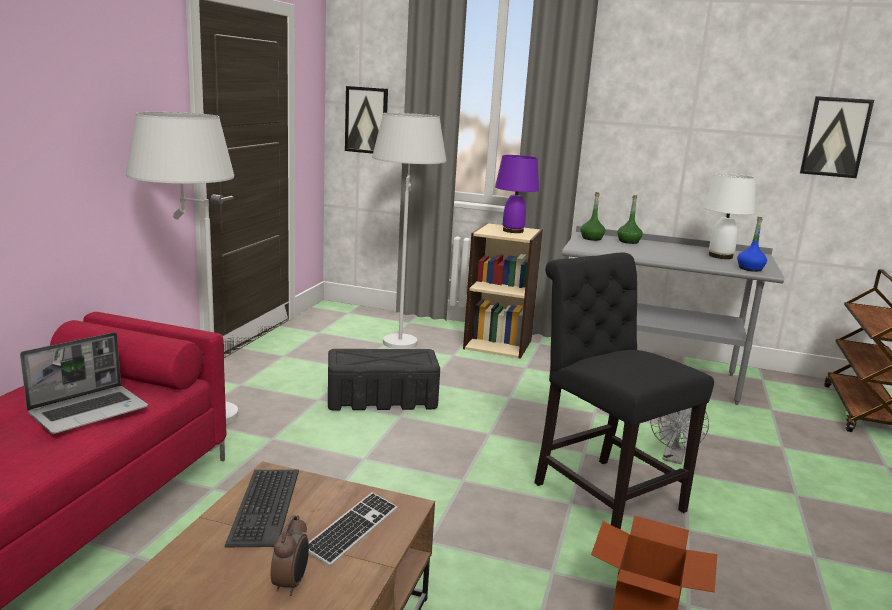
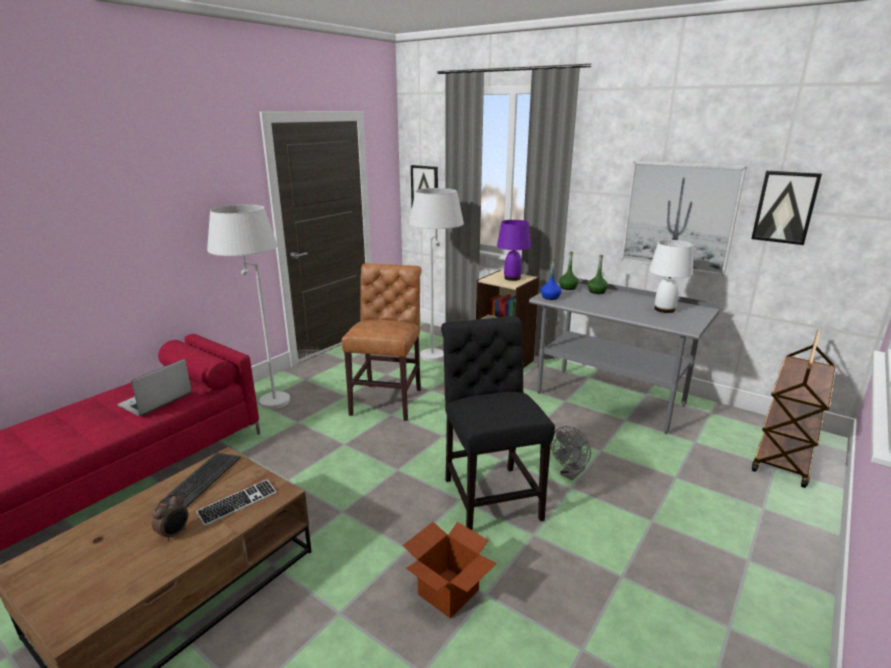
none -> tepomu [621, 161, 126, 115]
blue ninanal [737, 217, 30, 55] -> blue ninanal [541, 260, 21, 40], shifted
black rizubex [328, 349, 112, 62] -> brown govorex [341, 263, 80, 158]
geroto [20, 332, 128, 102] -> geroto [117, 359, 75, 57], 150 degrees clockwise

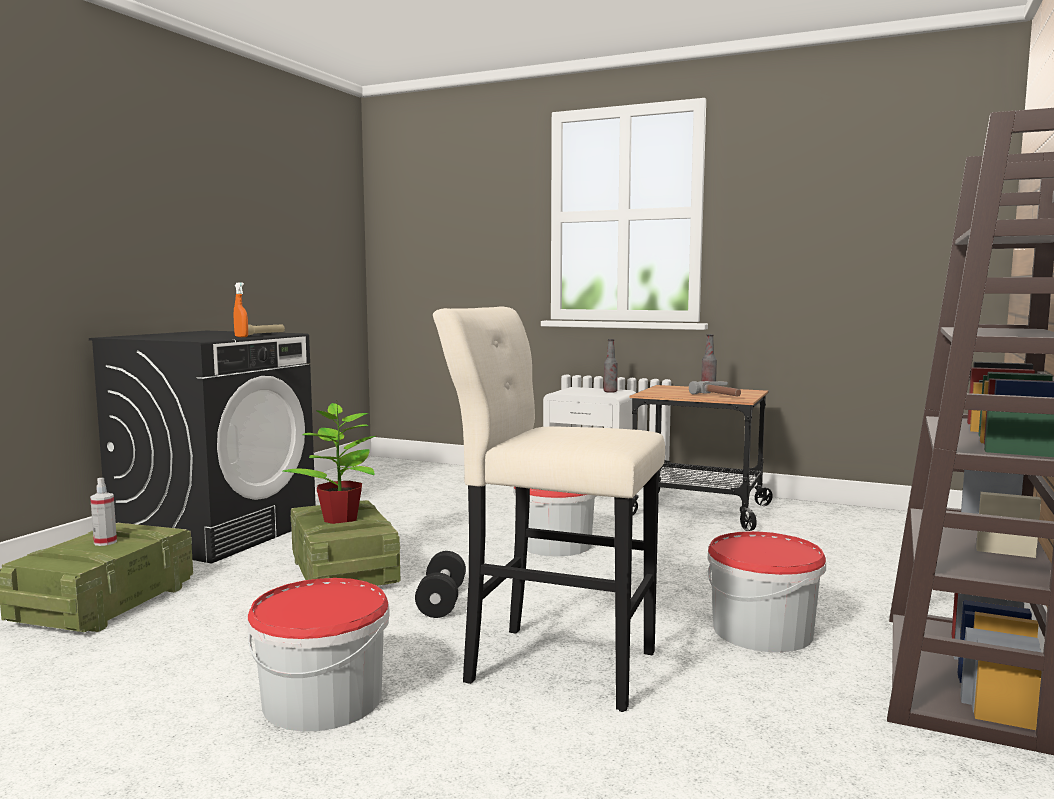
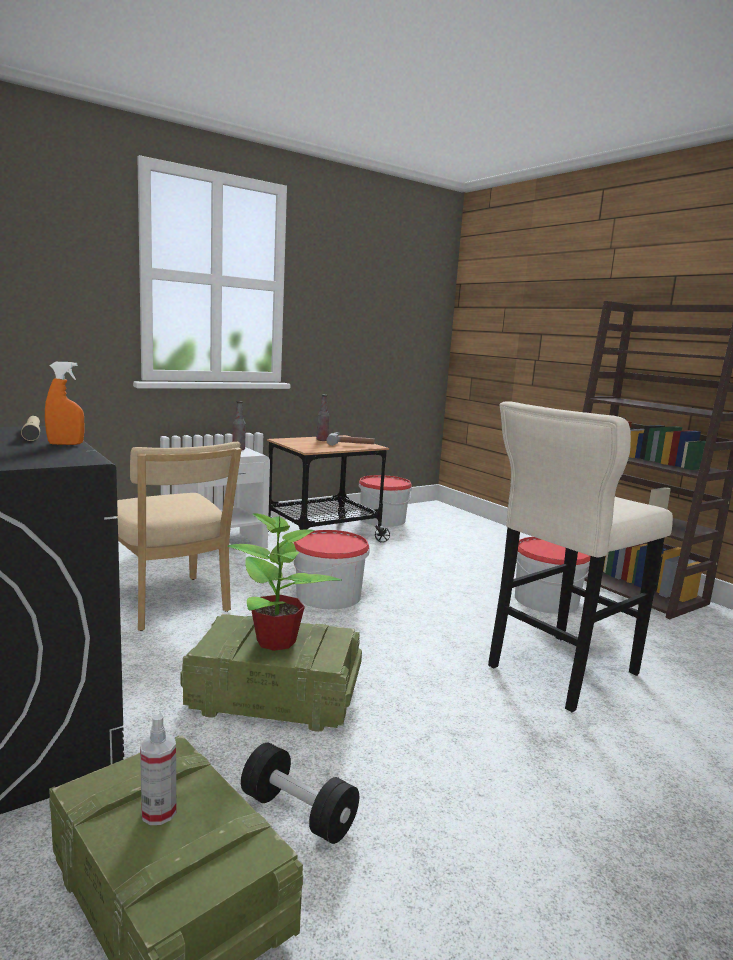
none -> beige govorex [116, 442, 126, 189]
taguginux [248, 578, 142, 154] -> taguginux [359, 475, 53, 52], shifted
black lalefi [415, 551, 51, 67] -> black lalefi [241, 743, 118, 101], shifted

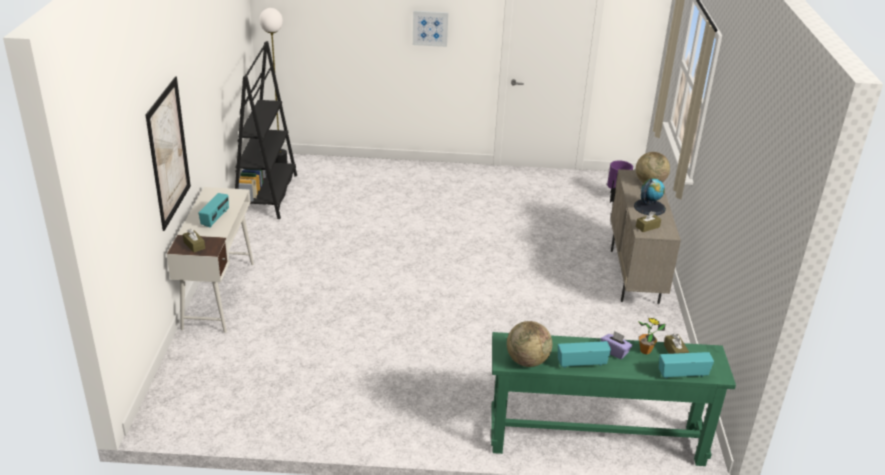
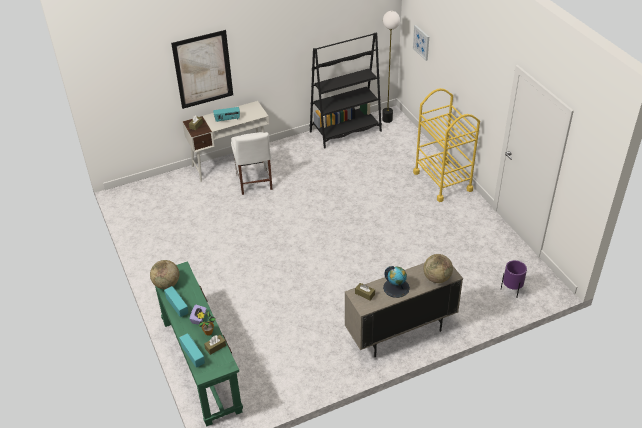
none -> white govorex [231, 132, 42, 63]
none -> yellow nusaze [413, 88, 67, 114]
tepomu [413, 11, 35, 36] -> tepomu [413, 25, 16, 36], shifted

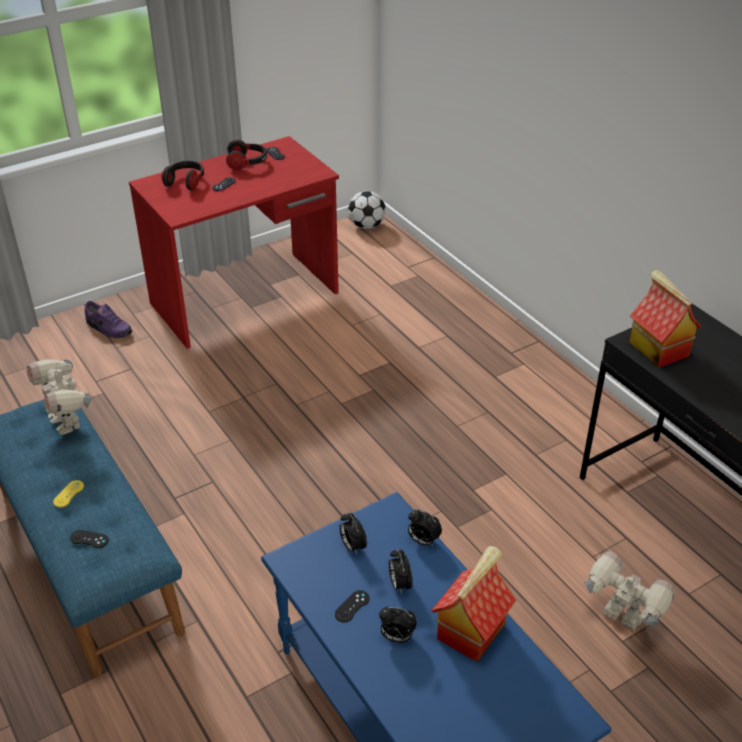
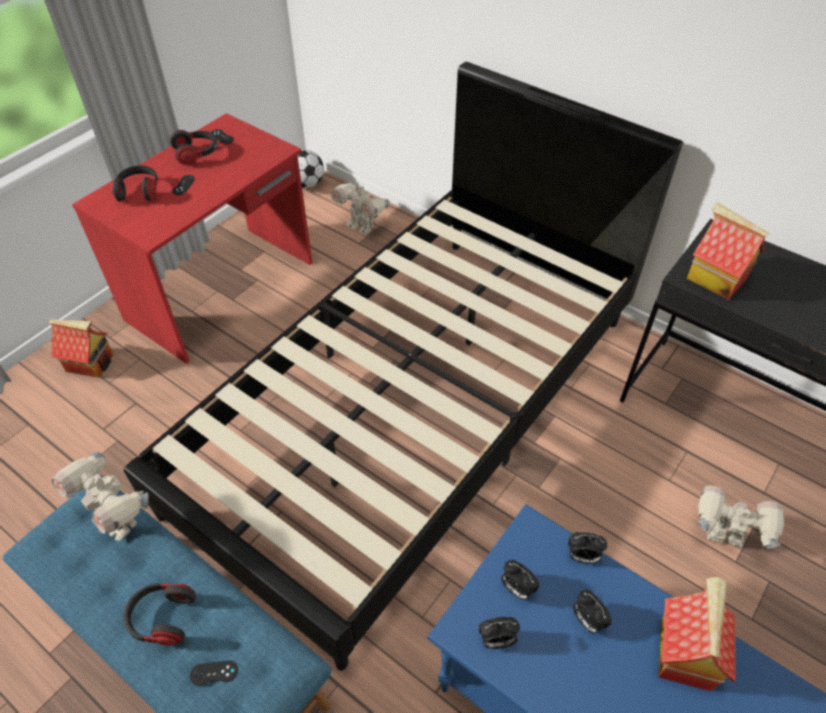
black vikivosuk [335, 590, 34, 33] -> none
none -> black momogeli [124, 62, 559, 609]
none -> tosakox [331, 182, 58, 52]
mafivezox [379, 607, 38, 36] -> mafivezox [478, 617, 42, 32], shifted
yellow vikivosuk [53, 480, 31, 27] -> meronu [123, 583, 73, 63]
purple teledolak [85, 301, 47, 37] -> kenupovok [48, 319, 66, 59]

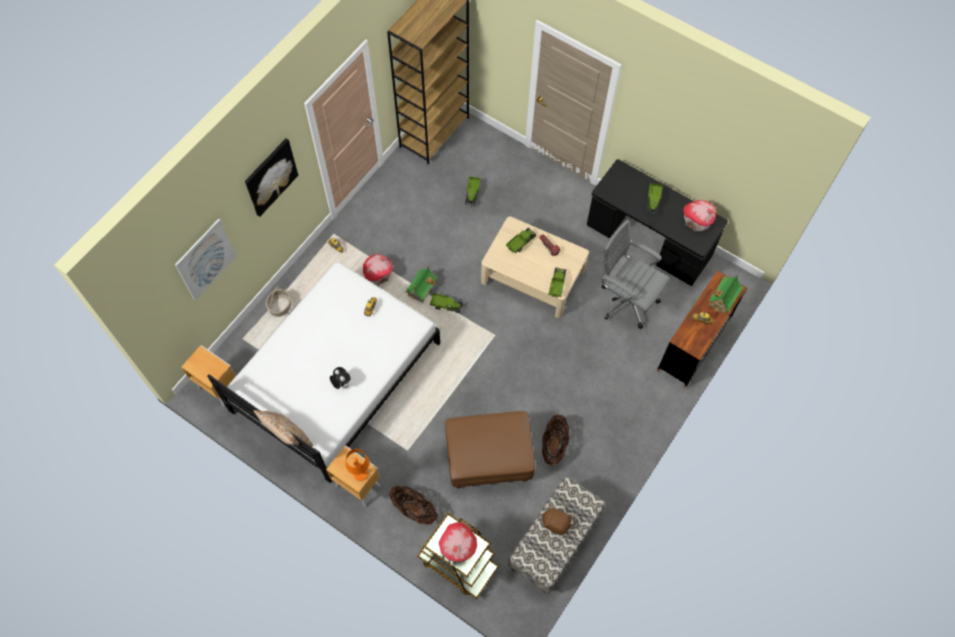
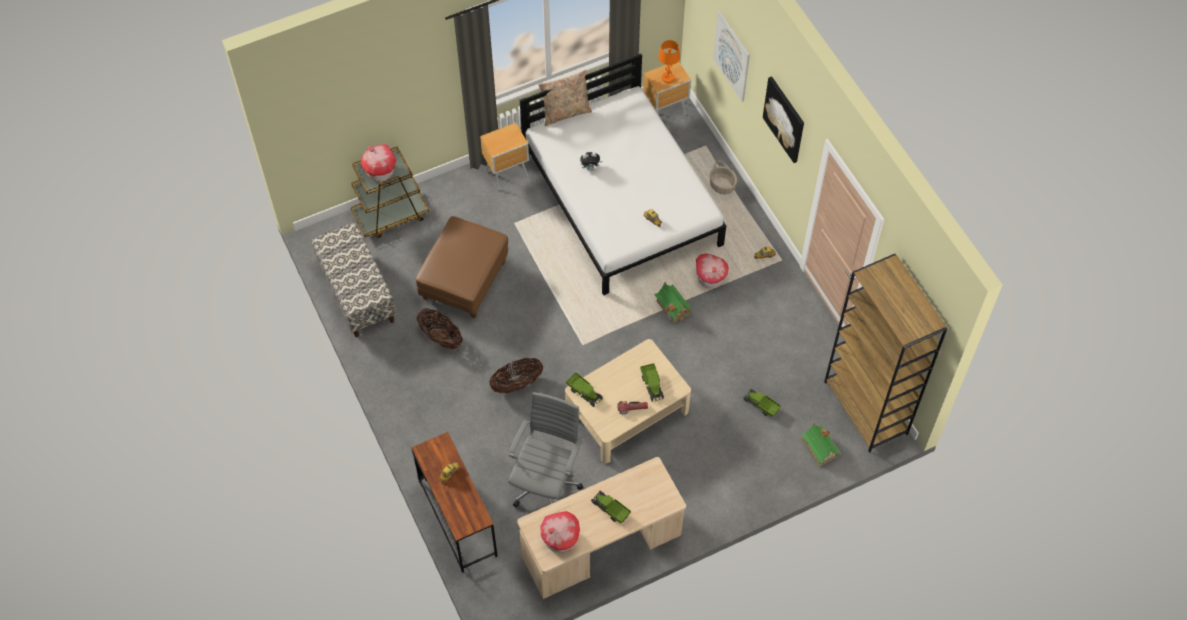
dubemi [430, 293, 34, 21] -> none
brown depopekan [542, 505, 30, 30] -> none
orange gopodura [345, 449, 24, 32] -> orange gopodura [658, 40, 22, 43], shifted
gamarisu [389, 485, 48, 40] -> gamarisu [489, 358, 54, 35], shifted
kenupovok [709, 276, 35, 38] -> kenupovok [801, 423, 39, 43], shifted
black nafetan [587, 159, 141, 127] -> beige nafetan [517, 457, 169, 142]
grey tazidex [602, 219, 67, 110] -> grey tazidex [508, 392, 75, 115], 45 degrees counterclockwise

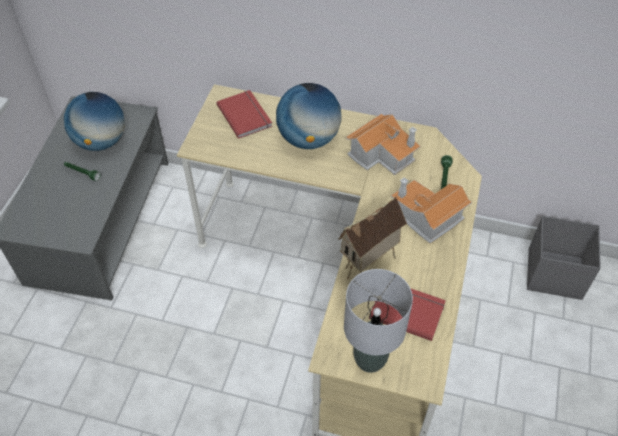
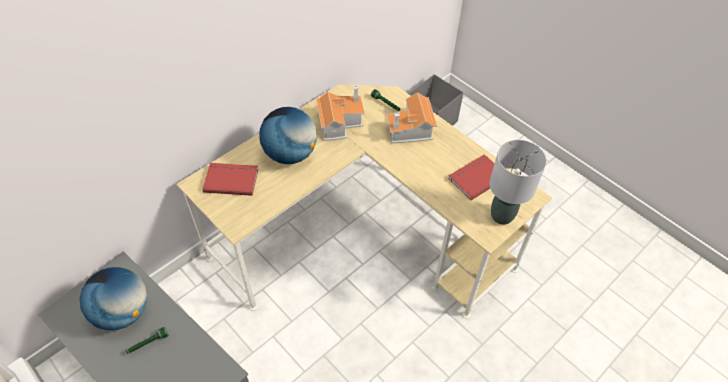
kenupovok [338, 196, 69, 83] -> none

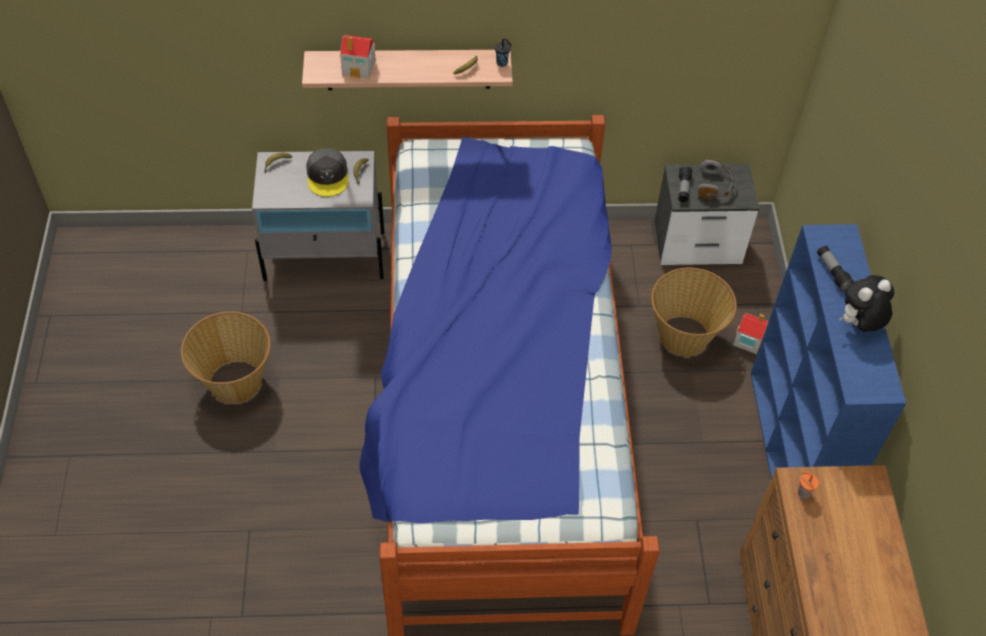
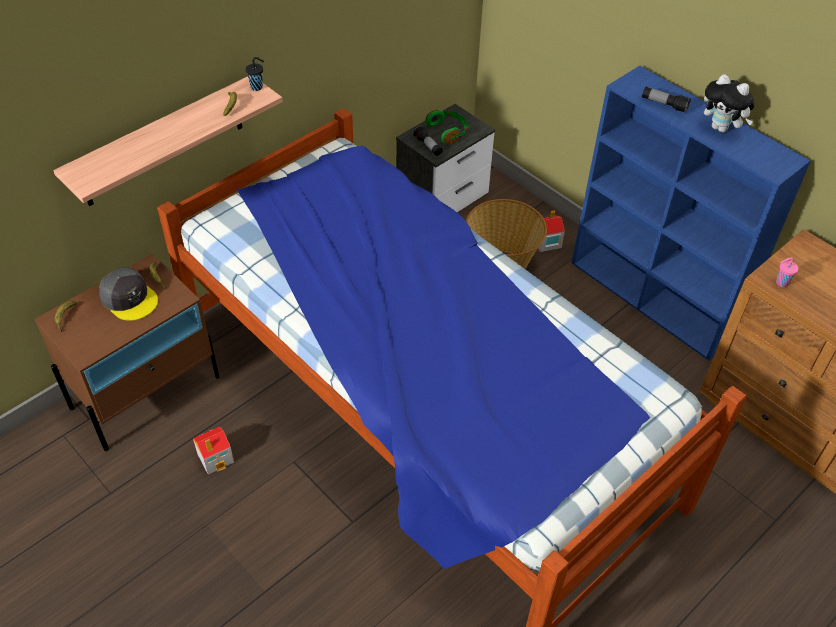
gamarisu [181, 311, 90, 93] -> none
kenupovok [340, 35, 35, 44] -> kenupovok [193, 427, 41, 48], shifted
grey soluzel [252, 151, 132, 130] -> brown soluzel [35, 254, 185, 197]
grey meronu [697, 159, 39, 40] -> green meronu [426, 110, 43, 34]
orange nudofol [798, 472, 21, 27] -> pink nudofol [776, 257, 22, 30]
depopekan [839, 275, 55, 57] -> depopekan [704, 74, 50, 59], 75 degrees counterclockwise

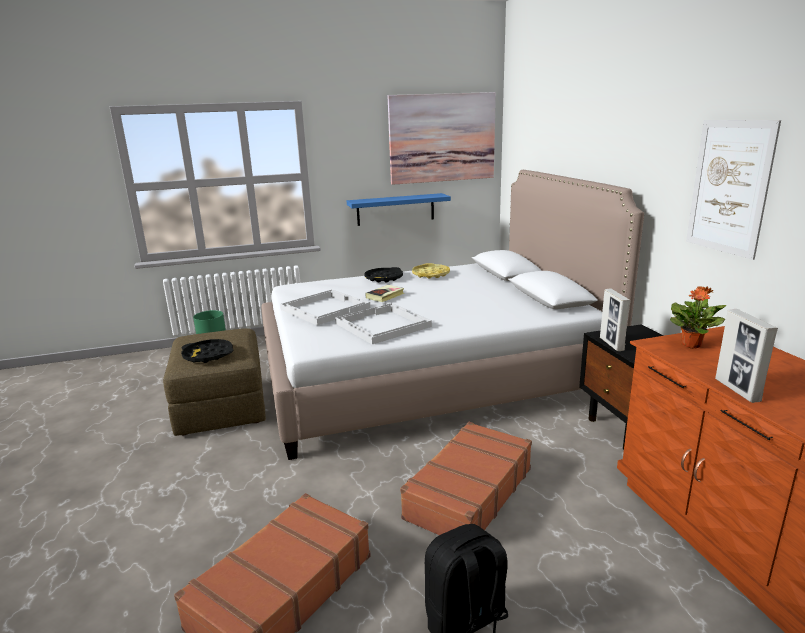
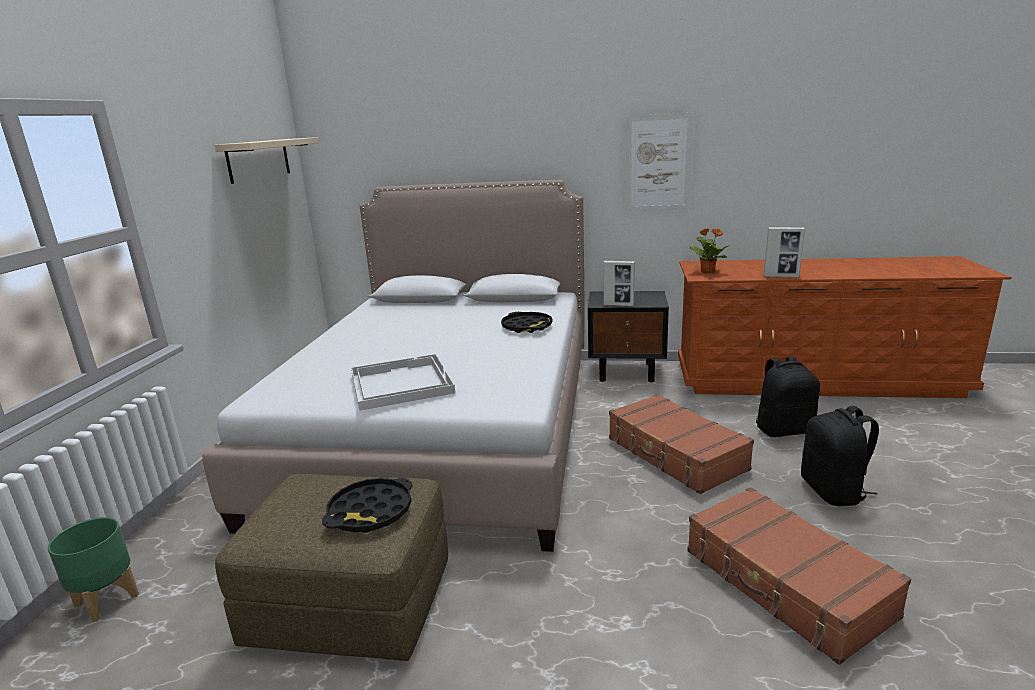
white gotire [335, 303, 97, 41] -> none
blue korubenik [347, 193, 104, 33] -> none
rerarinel [366, 285, 38, 17] -> none
yellow gotire [412, 263, 38, 16] -> none
none -> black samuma [756, 357, 64, 80]
black gotire [365, 267, 38, 16] -> black gotire [501, 312, 51, 21], shifted
tepomu [388, 92, 108, 93] -> beige korubenik [214, 137, 105, 47]

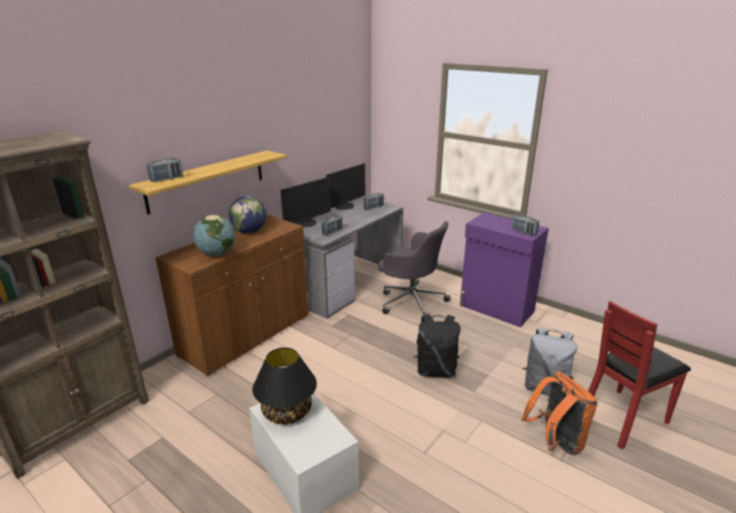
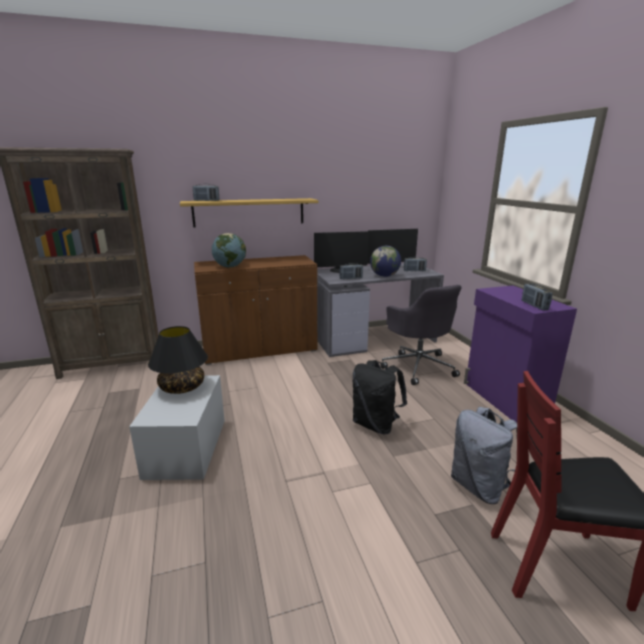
orange samuma [522, 372, 76, 83] -> none
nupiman [229, 196, 38, 37] -> nupiman [370, 246, 31, 31], shifted

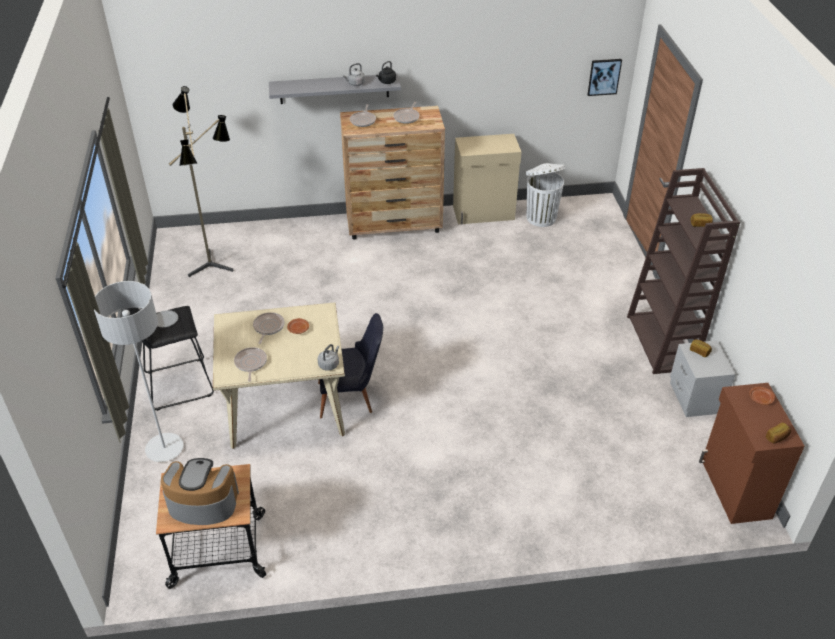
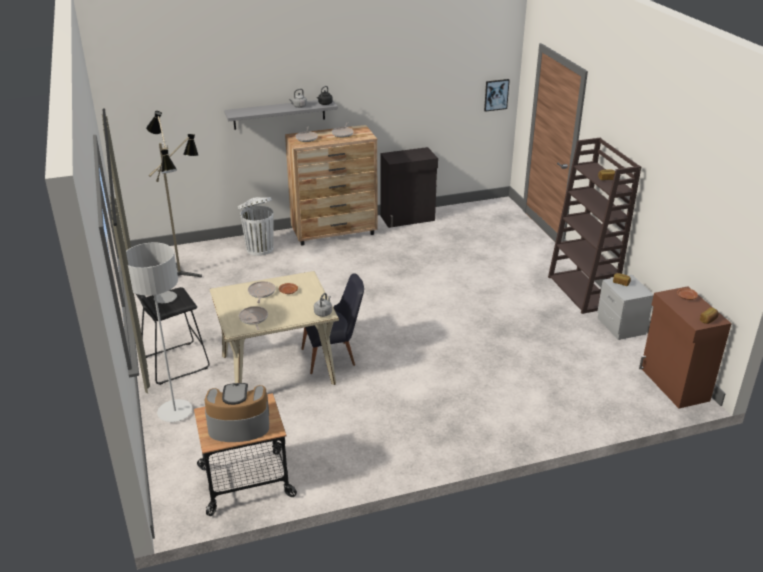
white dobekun [526, 163, 39, 64] -> white dobekun [238, 197, 36, 59], shifted
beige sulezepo [453, 134, 68, 91] -> black sulezepo [380, 147, 58, 81]

